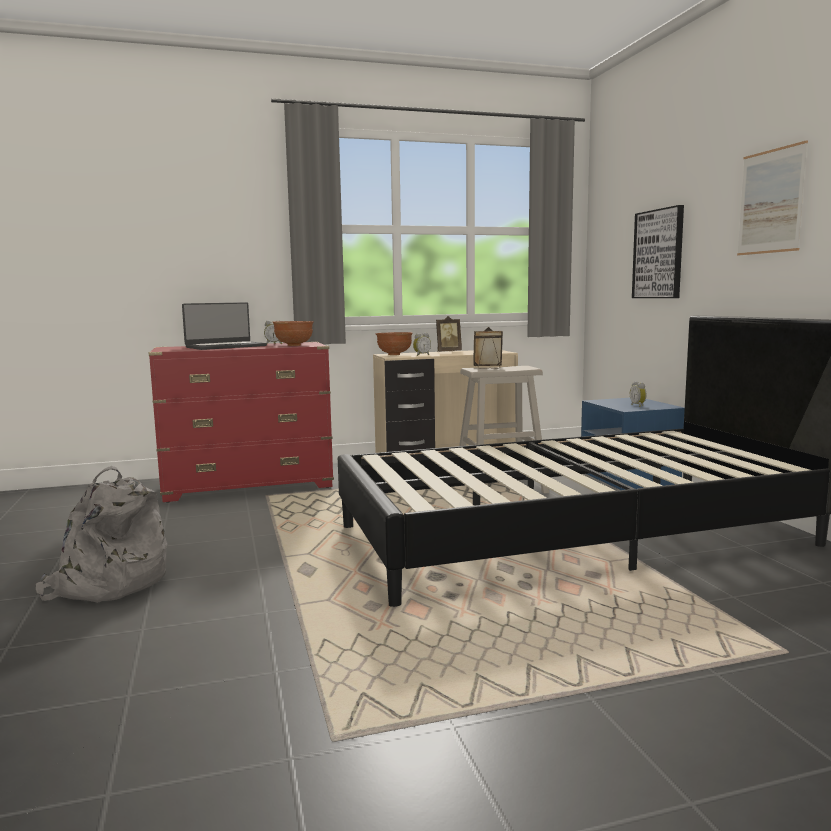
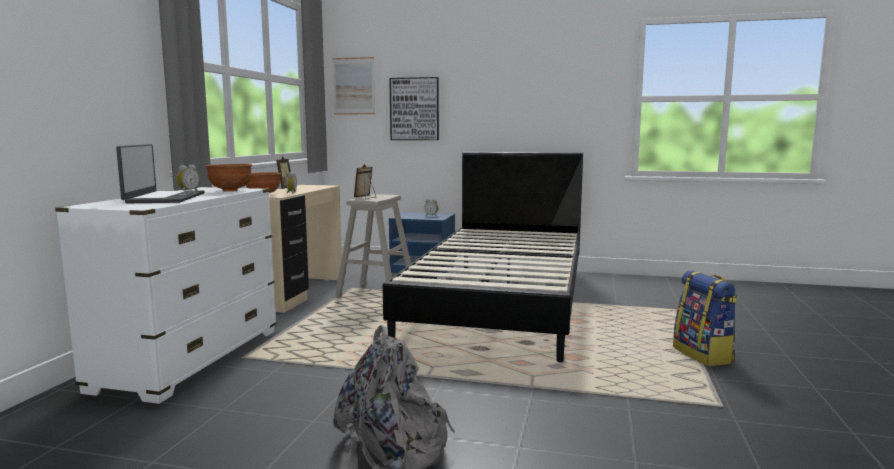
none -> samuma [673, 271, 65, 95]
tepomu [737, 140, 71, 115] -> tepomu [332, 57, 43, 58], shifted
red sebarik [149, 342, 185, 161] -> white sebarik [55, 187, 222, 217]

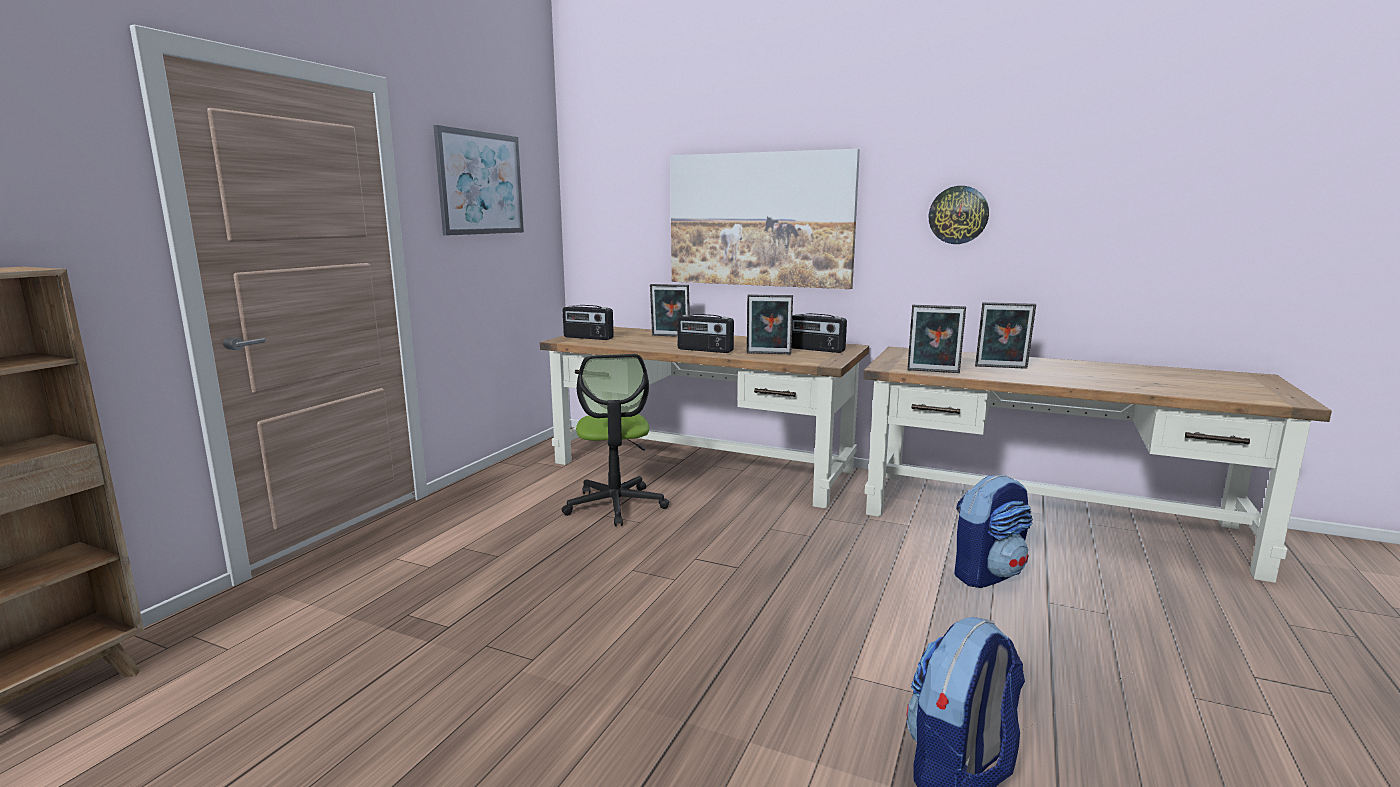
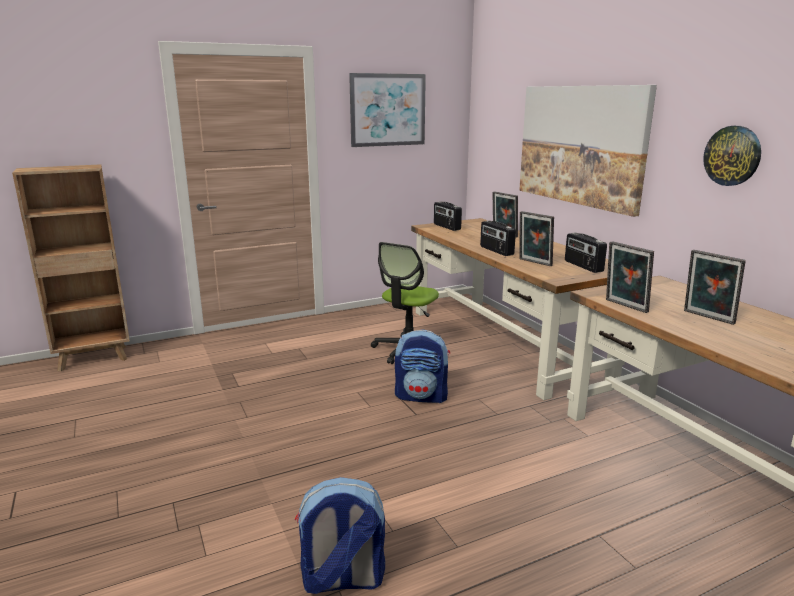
samuma [954, 474, 79, 114] -> samuma [395, 329, 55, 74], shifted

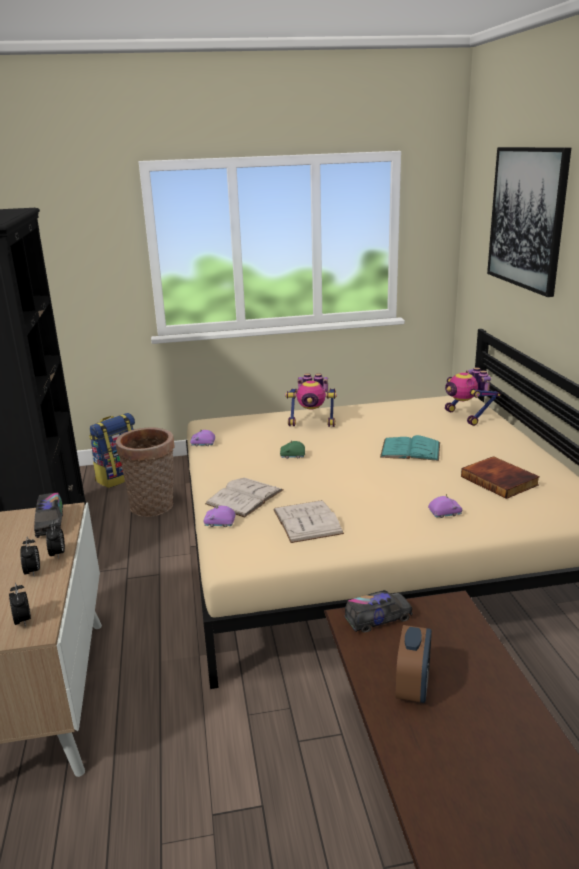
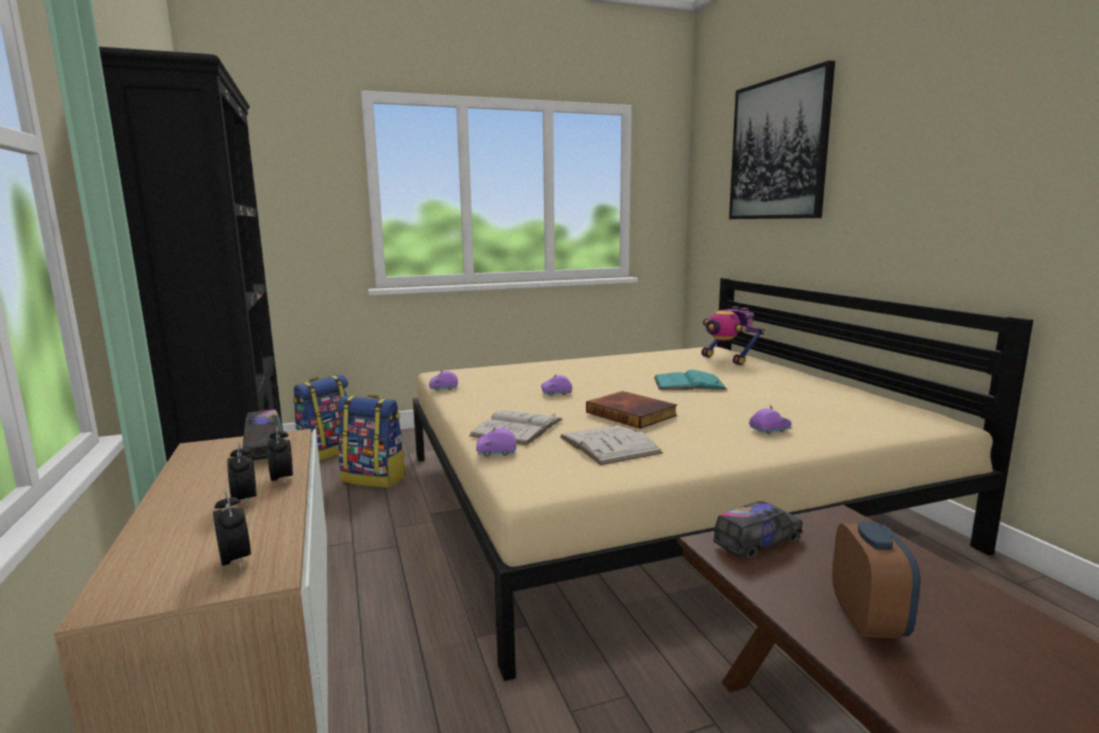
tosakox [285, 373, 52, 54] -> none
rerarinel [461, 456, 79, 43] -> rerarinel [586, 391, 91, 38], shifted
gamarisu [116, 427, 59, 90] -> samuma [337, 395, 69, 93]
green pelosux [280, 441, 25, 18] -> purple pelosux [541, 374, 31, 22]

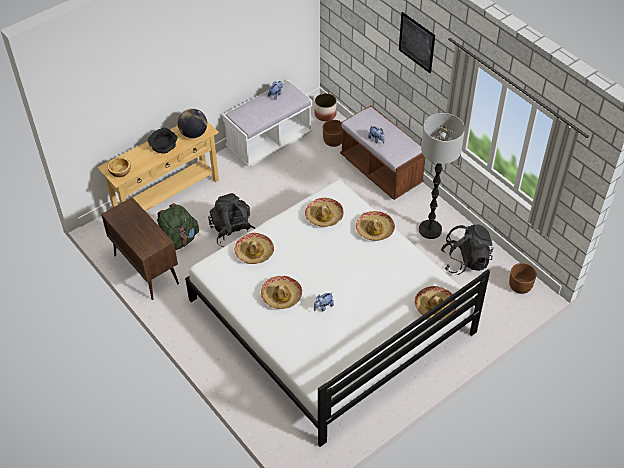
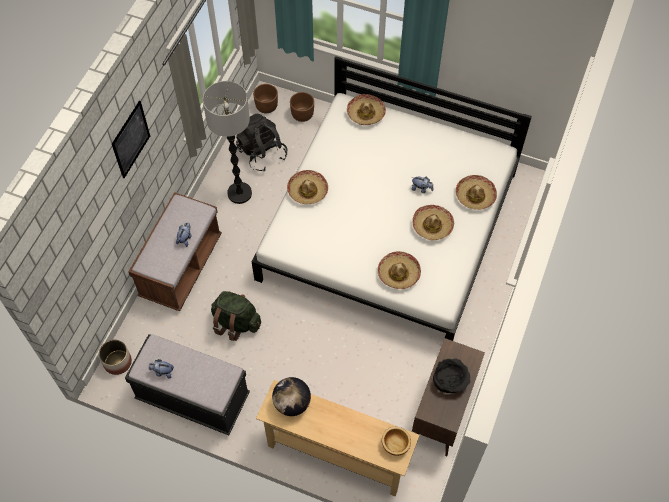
black samuma [208, 193, 47, 54] -> none
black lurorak [148, 128, 30, 26] -> black lurorak [433, 358, 38, 35], shifted
green samuma [157, 203, 42, 47] -> green samuma [211, 291, 50, 50], shifted
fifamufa [305, 198, 39, 29] -> fifamufa [456, 175, 41, 35], shifted
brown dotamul [323, 120, 19, 27] -> brown dotamul [290, 92, 24, 30], shifted
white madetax [223, 80, 90, 87] -> black madetax [125, 334, 125, 101]

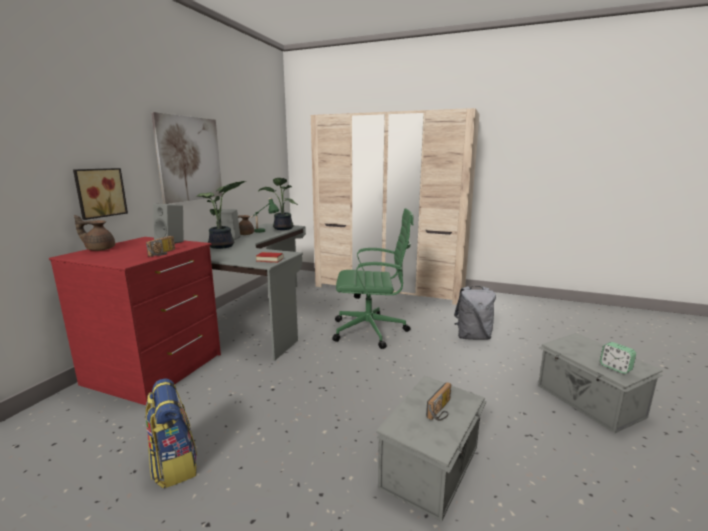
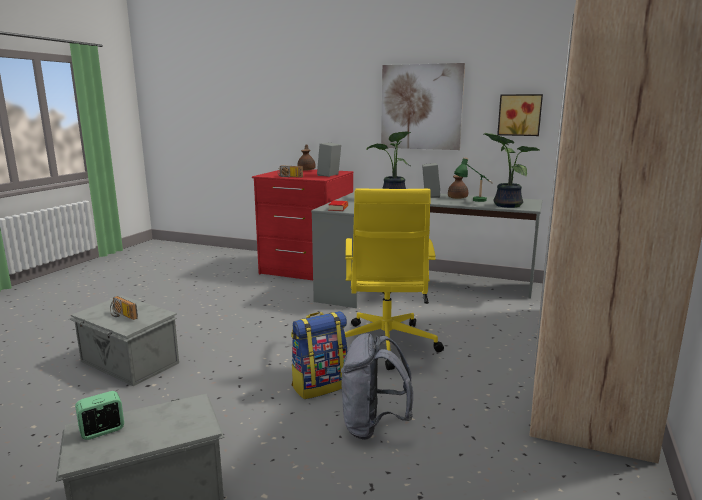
tepomu [73, 168, 55, 52] -> tepomu [497, 94, 46, 42], shifted
samuma [145, 378, 52, 111] -> samuma [291, 311, 56, 88], shifted
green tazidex [332, 208, 81, 141] -> yellow tazidex [345, 188, 99, 182]

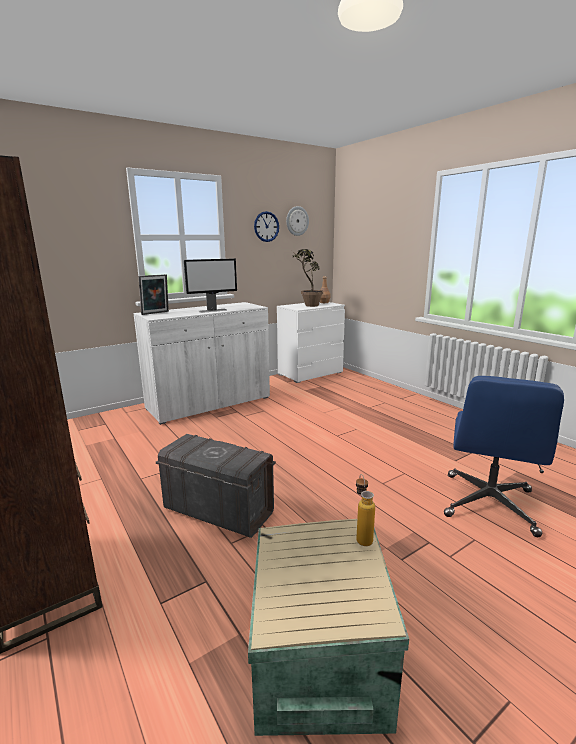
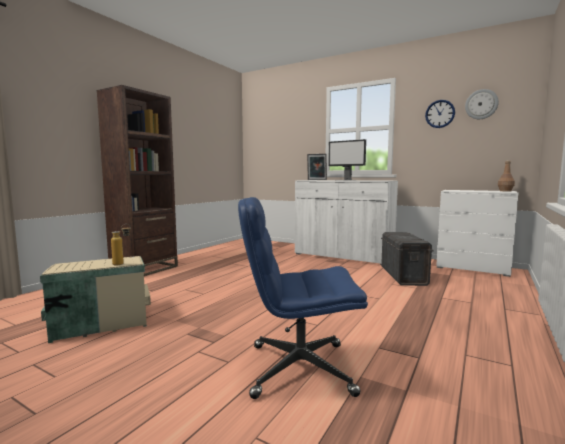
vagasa [292, 249, 31, 58] -> none
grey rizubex [156, 434, 120, 104] -> grey rizubex [381, 232, 52, 54], shifted

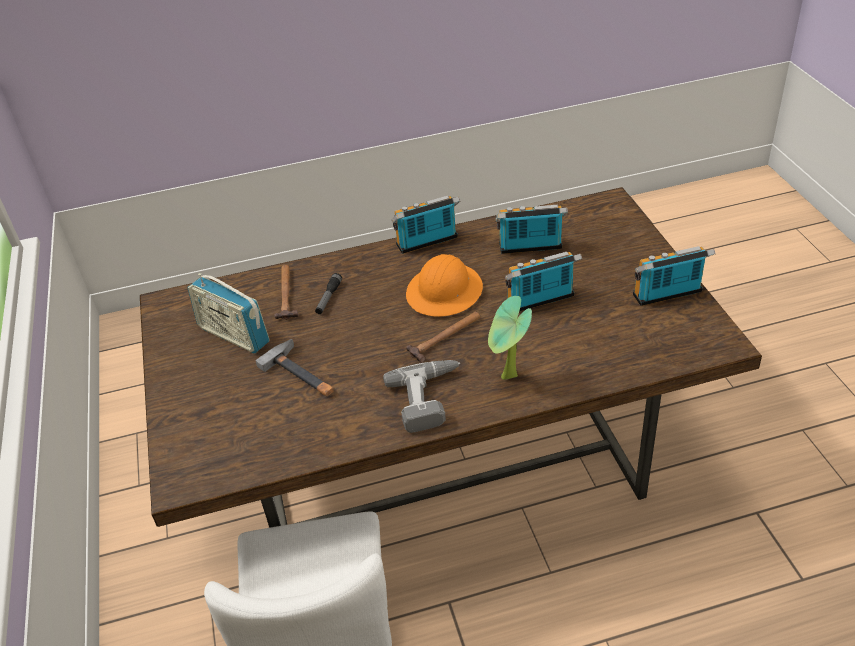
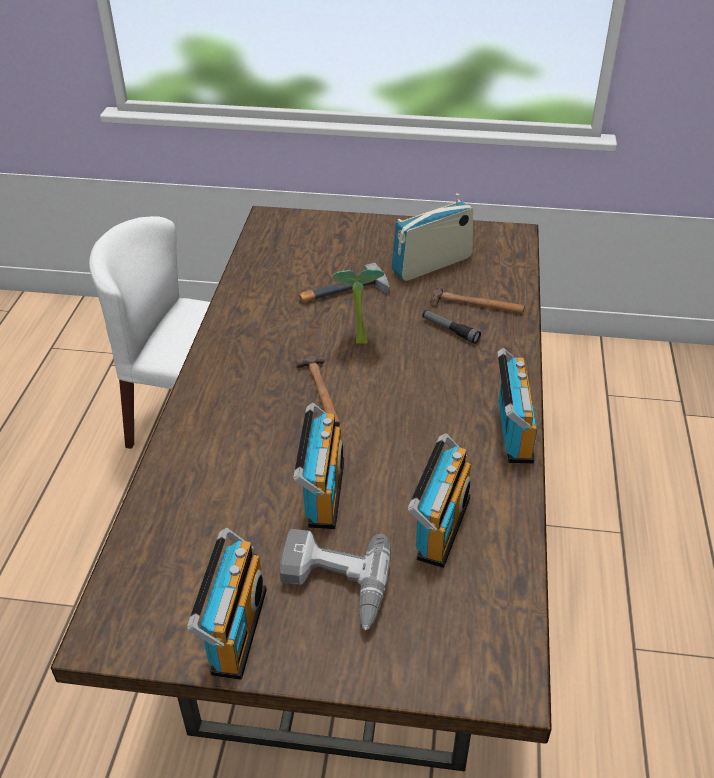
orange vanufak [406, 254, 77, 63] -> none
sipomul [383, 360, 77, 73] -> sipomul [279, 529, 112, 102], shifted
vagasa [488, 296, 44, 84] -> vagasa [332, 269, 52, 75], shifted

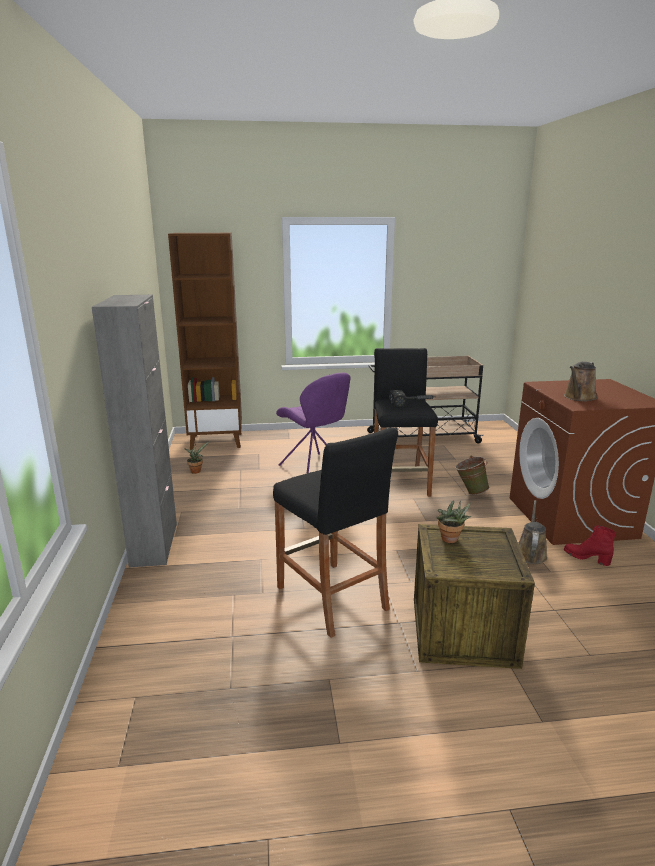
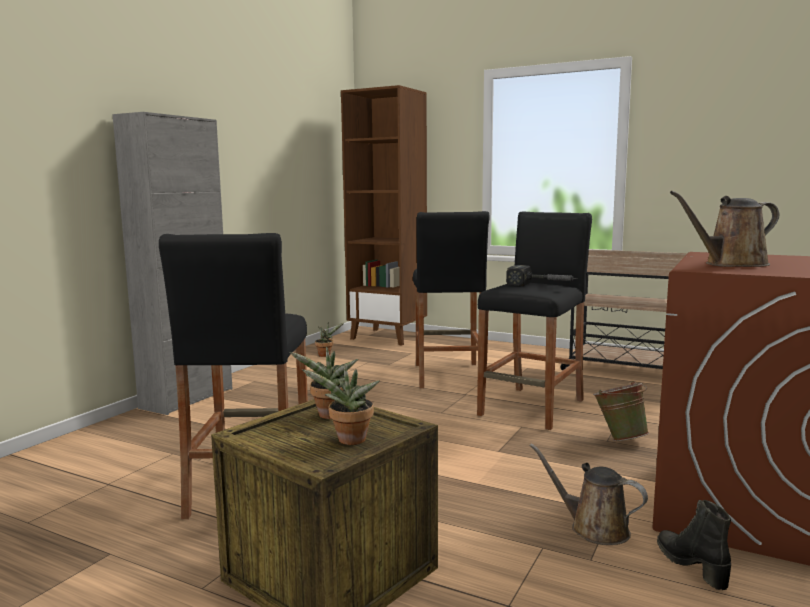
none -> vagasa [302, 365, 78, 80]
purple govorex [276, 372, 75, 102] -> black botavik [413, 211, 77, 178]
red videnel [564, 525, 52, 41] -> black videnel [657, 500, 74, 90]
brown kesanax [518, 500, 29, 64] -> brown kesanax [529, 443, 119, 102], 105 degrees counterclockwise

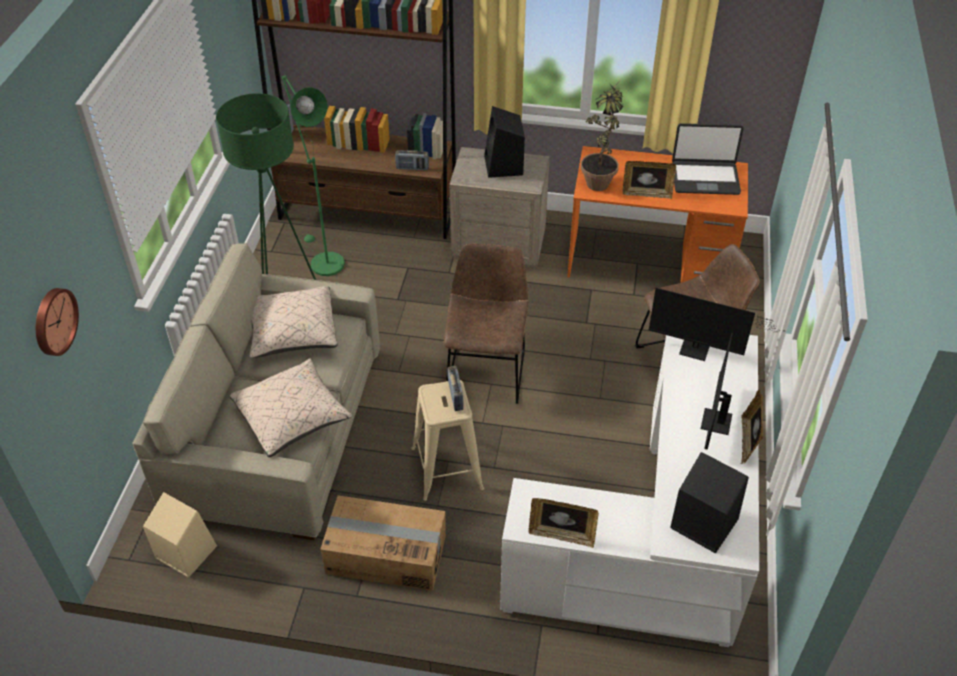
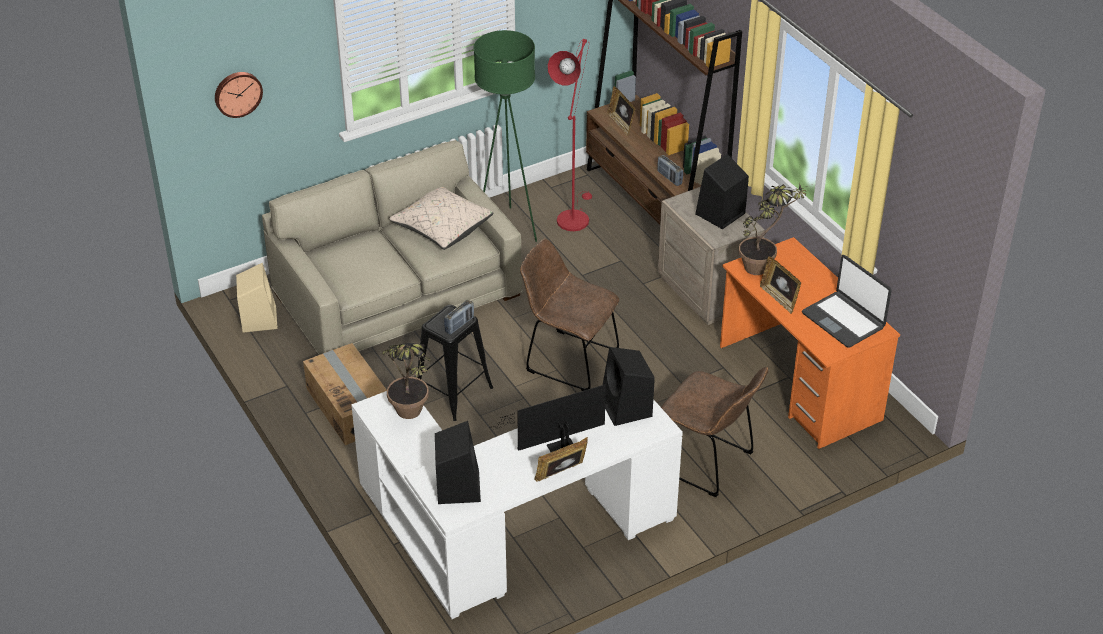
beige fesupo [230, 358, 122, 99] -> none
none -> vagasa [382, 343, 49, 76]
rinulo [529, 498, 70, 50] -> rinulo [607, 86, 28, 50], shifted
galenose [649, 288, 137, 73] -> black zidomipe [603, 347, 52, 79]
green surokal [281, 75, 64, 201] -> red surokal [548, 39, 44, 192]
beige botavik [411, 380, 73, 121] -> black botavik [417, 305, 76, 116]
brown govorex [444, 244, 84, 160] -> brown govorex [520, 239, 99, 152], 120 degrees counterclockwise

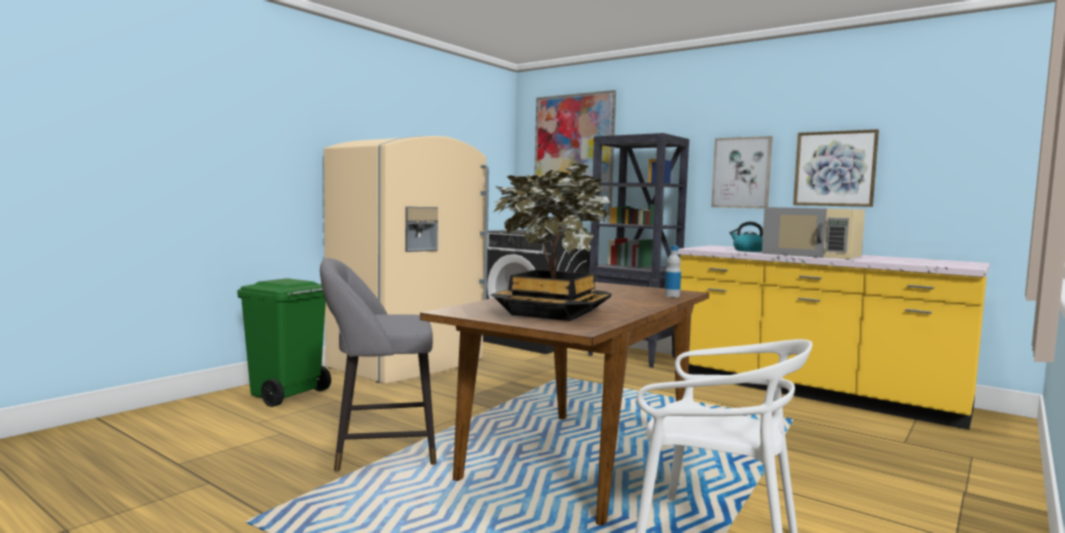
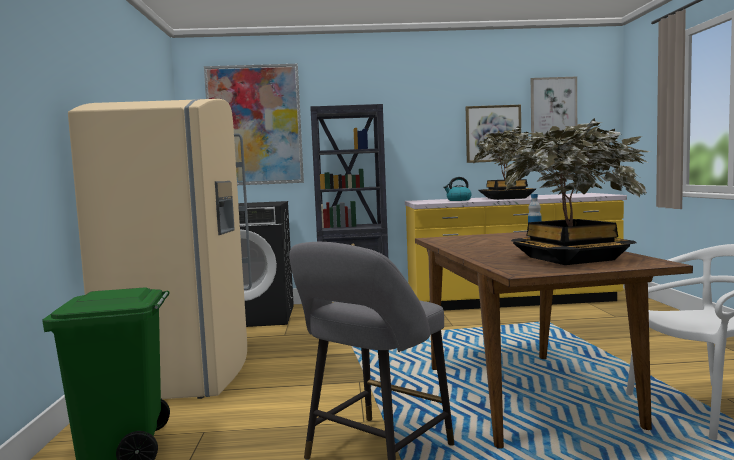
tepomu [711, 136, 62, 73] -> tepomu [531, 77, 46, 59], shifted
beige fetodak [762, 207, 103, 52] -> vagasa [473, 127, 63, 73]

